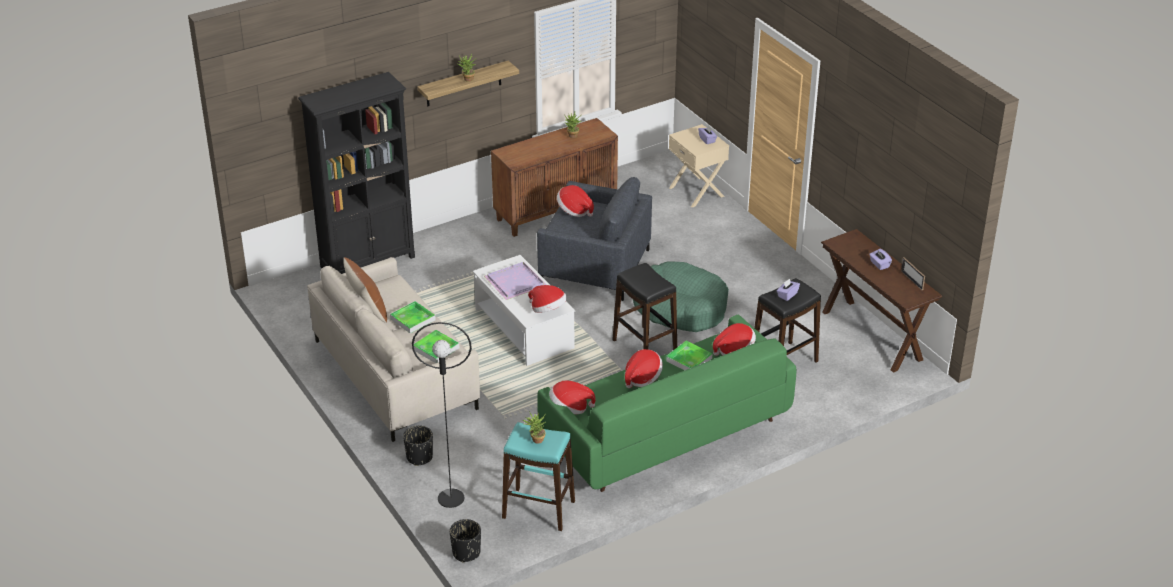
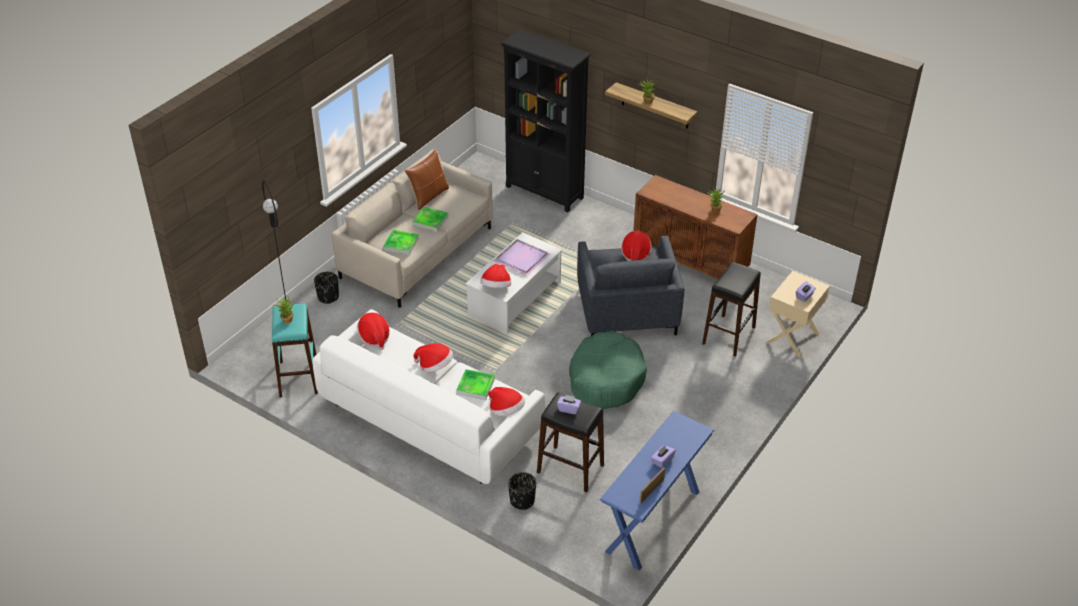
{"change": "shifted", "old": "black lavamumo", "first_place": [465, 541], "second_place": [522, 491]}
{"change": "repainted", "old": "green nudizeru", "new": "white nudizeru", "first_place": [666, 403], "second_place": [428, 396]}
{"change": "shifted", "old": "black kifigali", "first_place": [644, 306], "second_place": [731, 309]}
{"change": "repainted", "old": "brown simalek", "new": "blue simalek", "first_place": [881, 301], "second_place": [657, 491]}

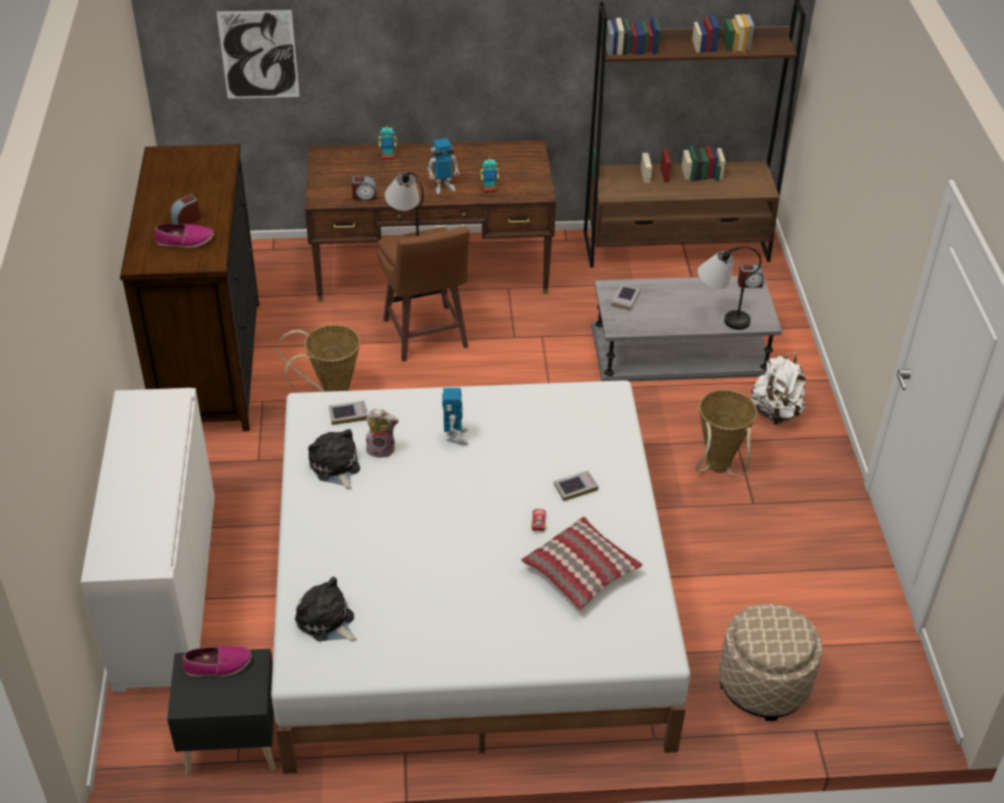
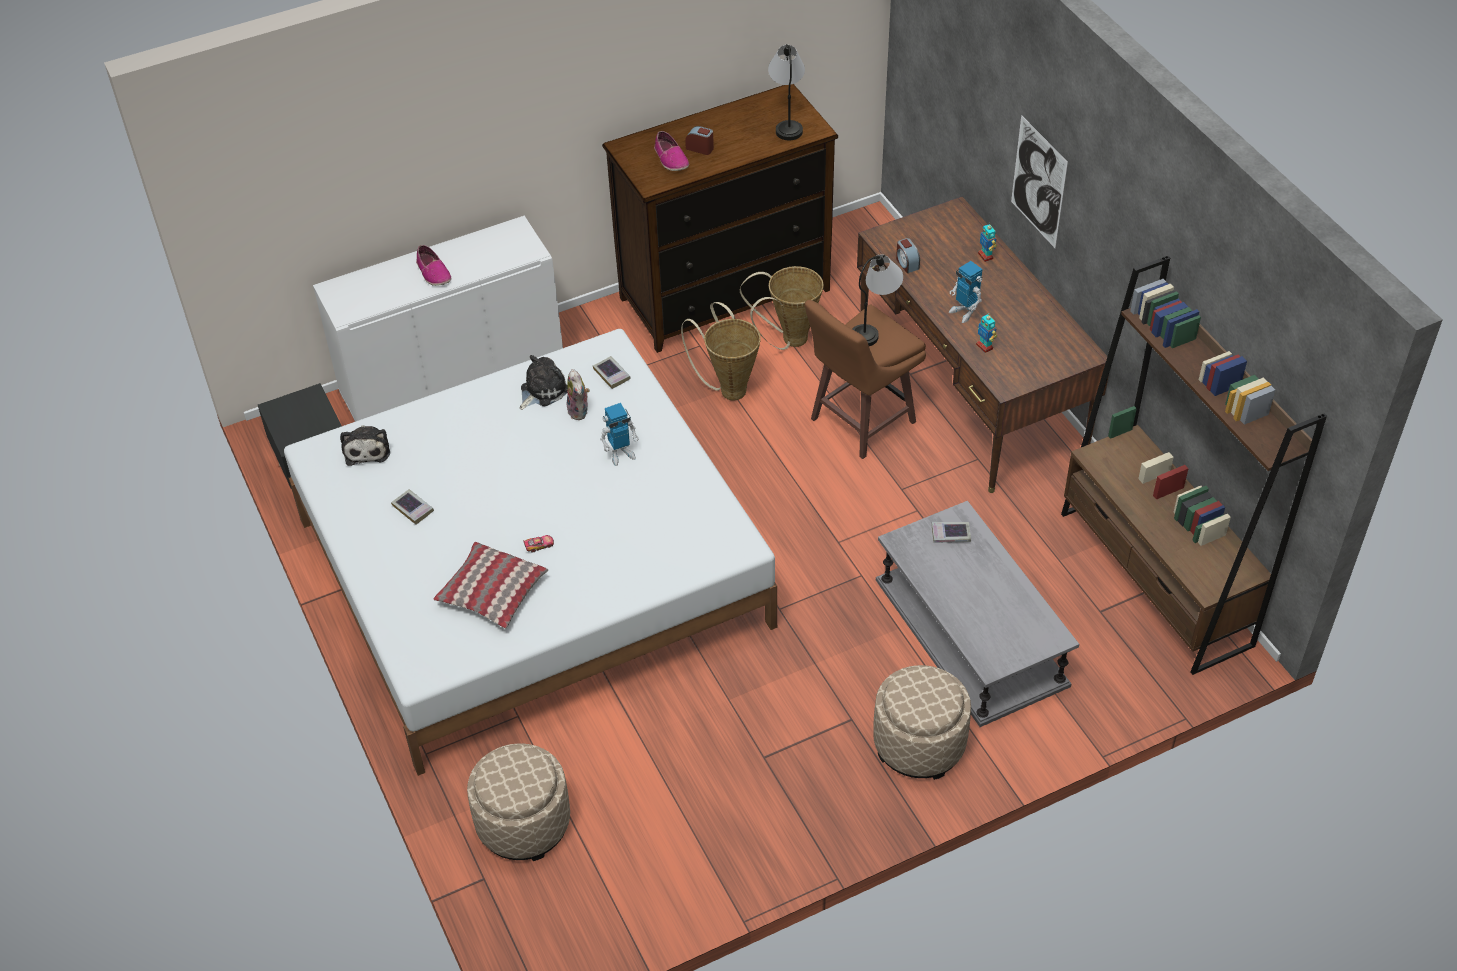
{"change": "shifted", "old": "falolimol", "first_place": [217, 661], "second_place": [433, 265]}
{"change": "shifted", "old": "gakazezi", "first_place": [258, 54], "second_place": [1039, 181]}
{"change": "rotated", "old": "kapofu", "first_place": [326, 609], "second_place": [365, 445], "degrees": 150}
{"change": "shifted", "old": "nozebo", "first_place": [576, 486], "second_place": [412, 507]}
{"change": "shifted", "old": "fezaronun", "first_place": [726, 432], "second_place": [782, 308]}
{"change": "shifted", "old": "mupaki", "first_place": [729, 288], "second_place": [786, 92]}
{"change": "gone", "old": "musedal", "first_place": [751, 276]}
{"change": "swapped", "old": "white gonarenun", "new": "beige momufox", "first_place": [778, 389], "second_place": [922, 722]}

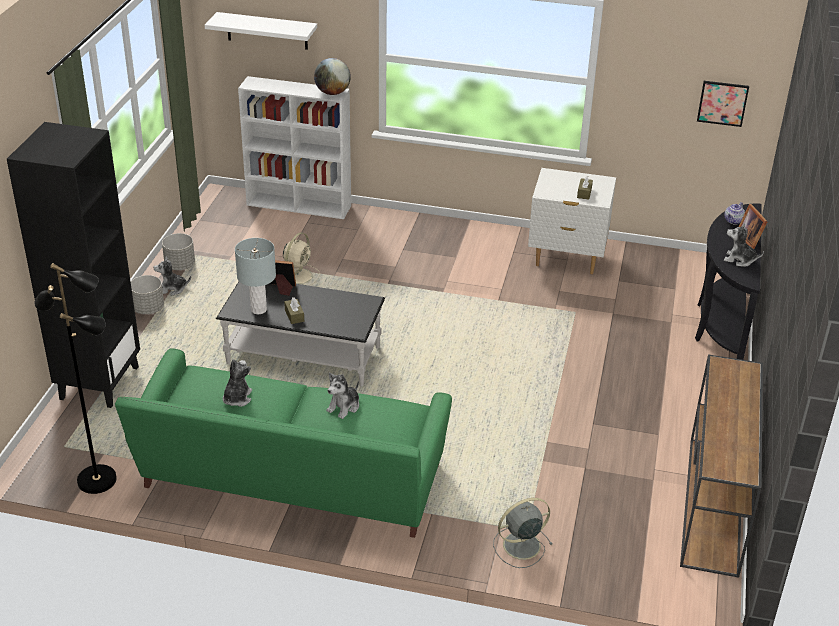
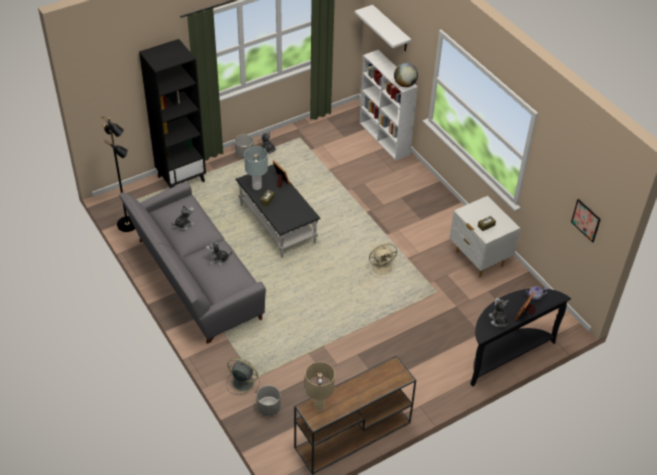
{"change": "repainted", "old": "green nudizeru", "new": "grey nudizeru", "first_place": [283, 443], "second_place": [192, 263]}
{"change": "shifted", "old": "grey lavamumo", "first_place": [178, 251], "second_place": [268, 401]}
{"change": "shifted", "old": "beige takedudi", "first_place": [300, 259], "second_place": [381, 261]}
{"change": "new", "new": "beige mupaki", "second_place": [320, 386]}

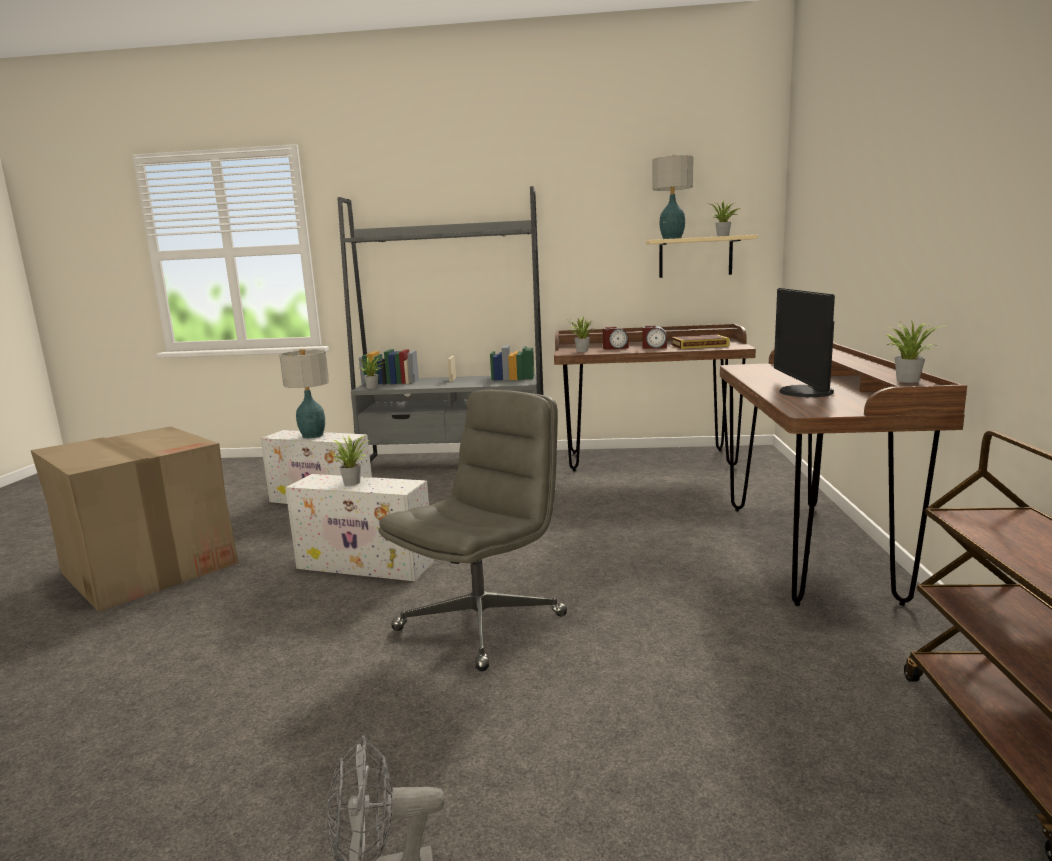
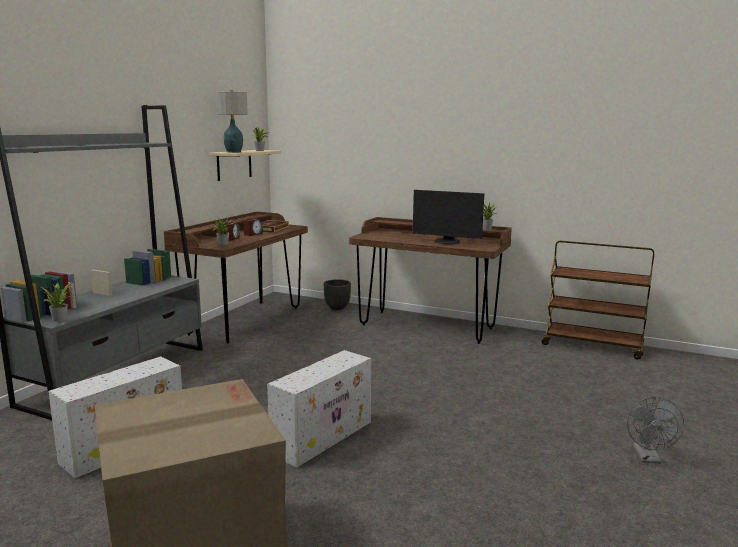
{"change": "gone", "old": "mupaki", "first_place": [304, 393]}
{"change": "gone", "old": "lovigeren", "first_place": [350, 460]}
{"change": "gone", "old": "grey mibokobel", "first_place": [472, 530]}
{"change": "new", "new": "black lavamumo", "second_place": [337, 294]}

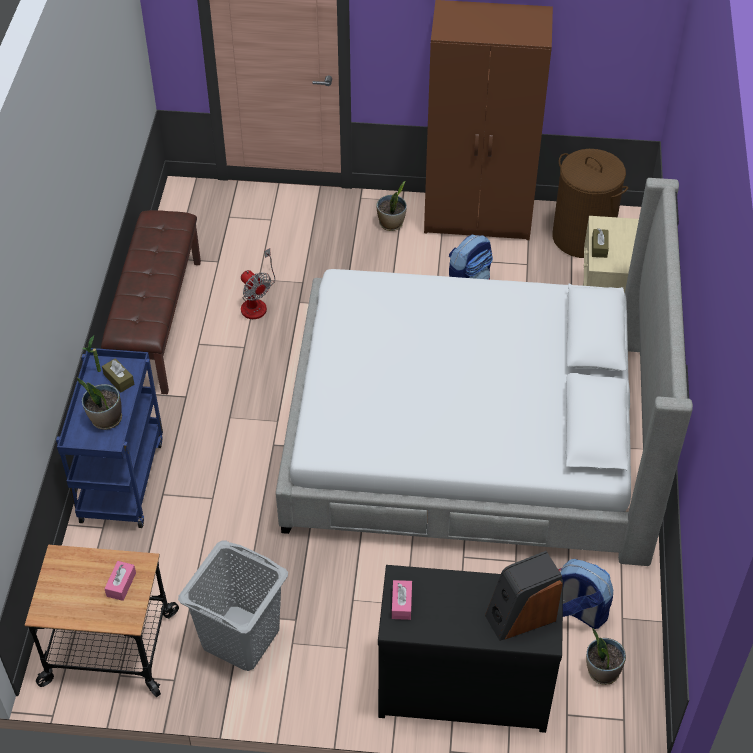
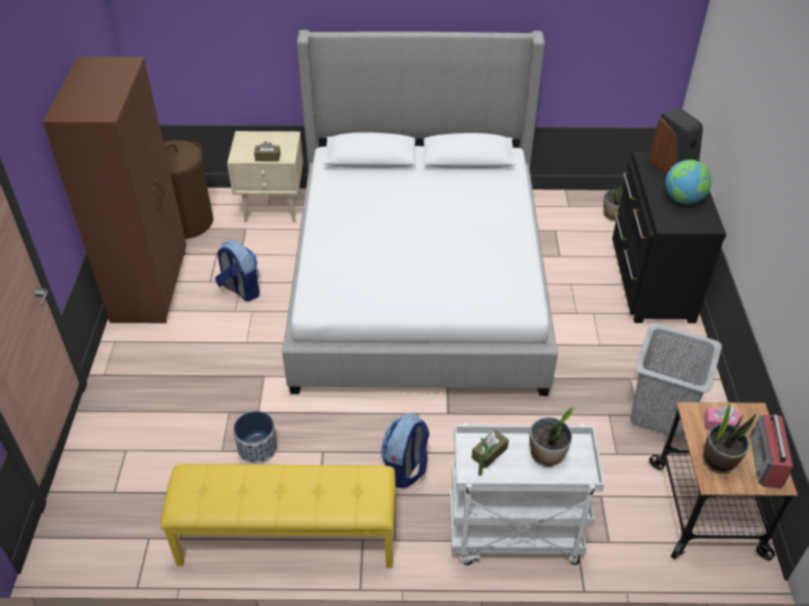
{"change": "repainted", "old": "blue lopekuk", "new": "white lopekuk", "first_place": [109, 438], "second_place": [527, 494]}
{"change": "repainted", "old": "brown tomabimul", "new": "yellow tomabimul", "first_place": [151, 302], "second_place": [278, 516]}
{"change": "swapped", "old": "takedudi", "new": "lavamumo", "first_place": [258, 283], "second_place": [255, 437]}
{"change": "shifted", "old": "lovigeren", "first_place": [391, 206], "second_place": [729, 437]}
{"change": "gone", "old": "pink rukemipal", "first_place": [402, 600]}
{"change": "shifted", "old": "gonarenun", "first_place": [586, 594], "second_place": [405, 450]}
{"change": "new", "new": "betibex", "second_place": [688, 182]}
{"change": "new", "new": "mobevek", "second_place": [772, 451]}

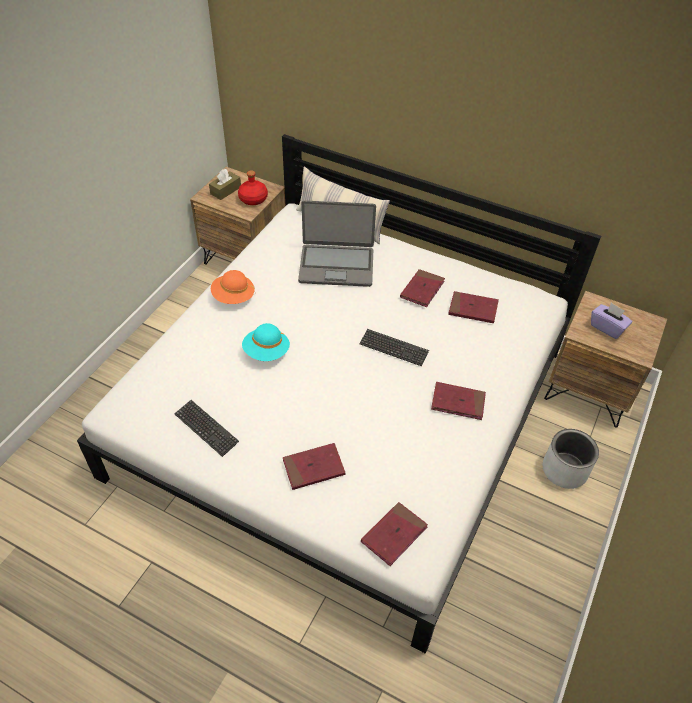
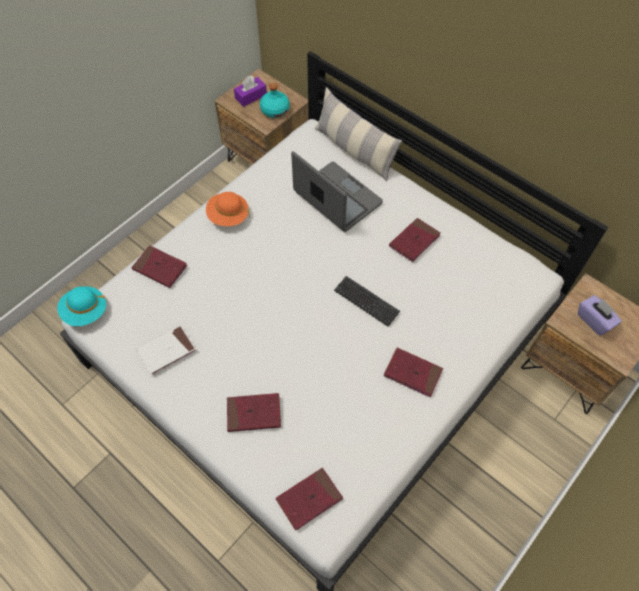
{"change": "swapped", "old": "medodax", "new": "white nozebo", "first_place": [206, 428], "second_place": [166, 351]}
{"change": "repainted", "old": "brown rukemipal", "new": "purple rukemipal", "first_place": [225, 184], "second_place": [250, 91]}
{"change": "repainted", "old": "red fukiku", "new": "turquoise fukiku", "first_place": [253, 187], "second_place": [275, 100]}
{"change": "shifted", "old": "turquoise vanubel", "first_place": [266, 342], "second_place": [82, 306]}
{"change": "rotated", "old": "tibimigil", "first_place": [337, 243], "second_place": [337, 191], "degrees": -150}
{"change": "shifted", "old": "red nozebo", "first_place": [473, 307], "second_place": [159, 266]}
{"change": "gone", "old": "grey lavamumo", "first_place": [571, 459]}

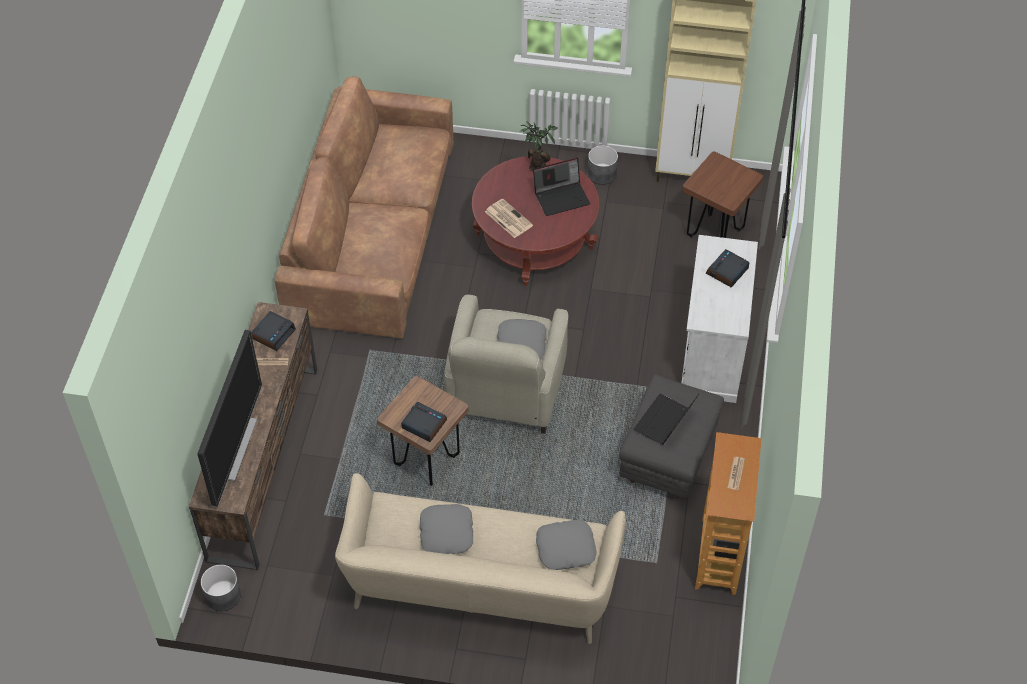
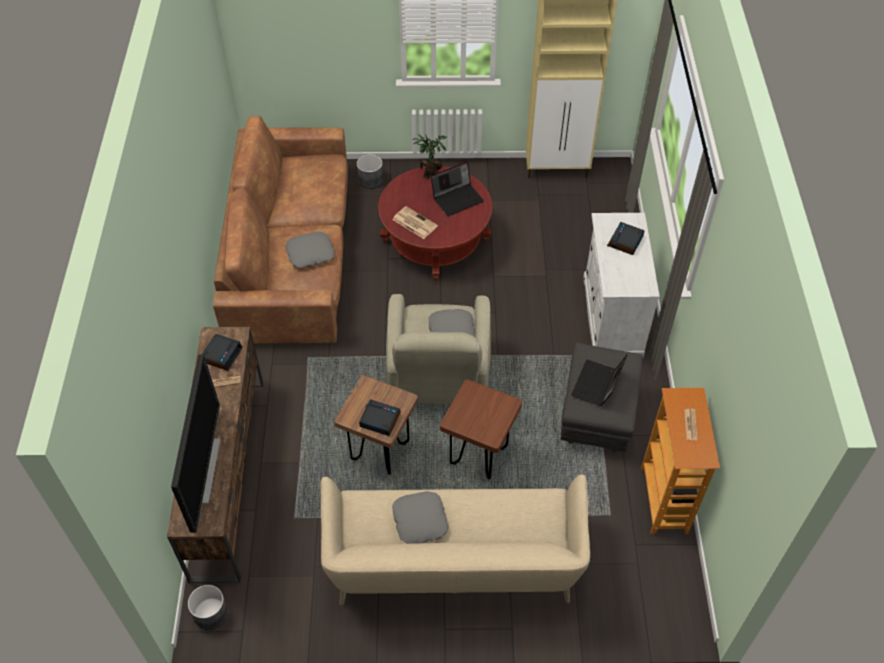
{"change": "shifted", "old": "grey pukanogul", "first_place": [566, 545], "second_place": [310, 249]}
{"change": "shifted", "old": "grey lavamumo", "first_place": [603, 165], "second_place": [370, 171]}
{"change": "shifted", "old": "brown kifigali", "first_place": [722, 194], "second_place": [481, 429]}

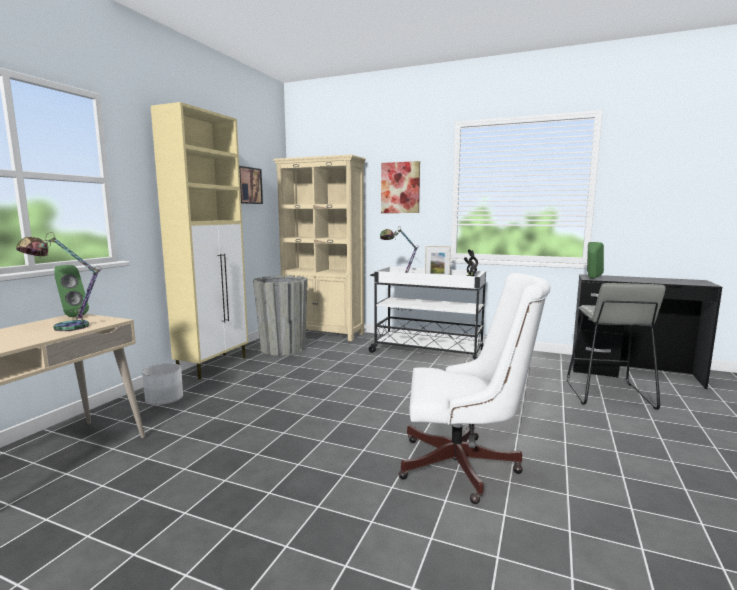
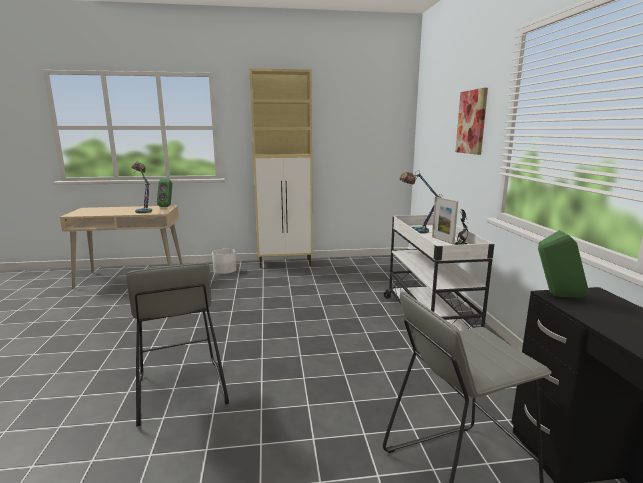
{"change": "gone", "old": "gakazezi", "first_place": [251, 185]}
{"change": "gone", "old": "grey lavamumo", "first_place": [280, 315]}
{"change": "gone", "old": "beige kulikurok", "first_place": [319, 247]}
{"change": "swapped", "old": "white mibokobel", "new": "grey kifigali", "first_place": [474, 388], "second_place": [177, 344]}

